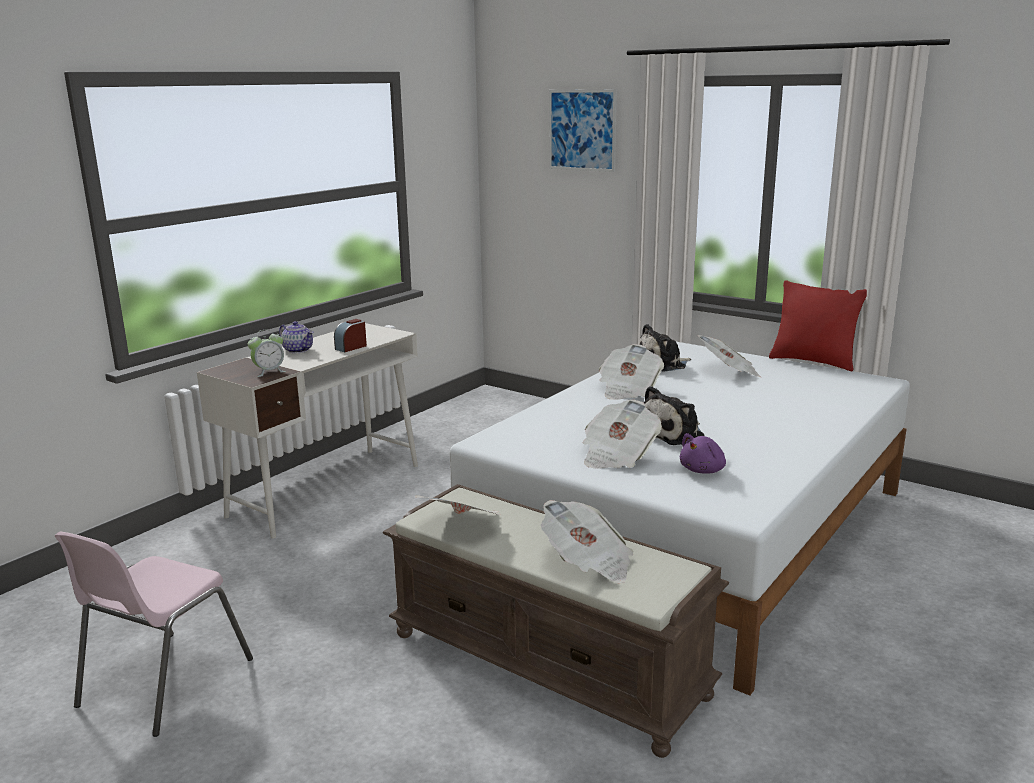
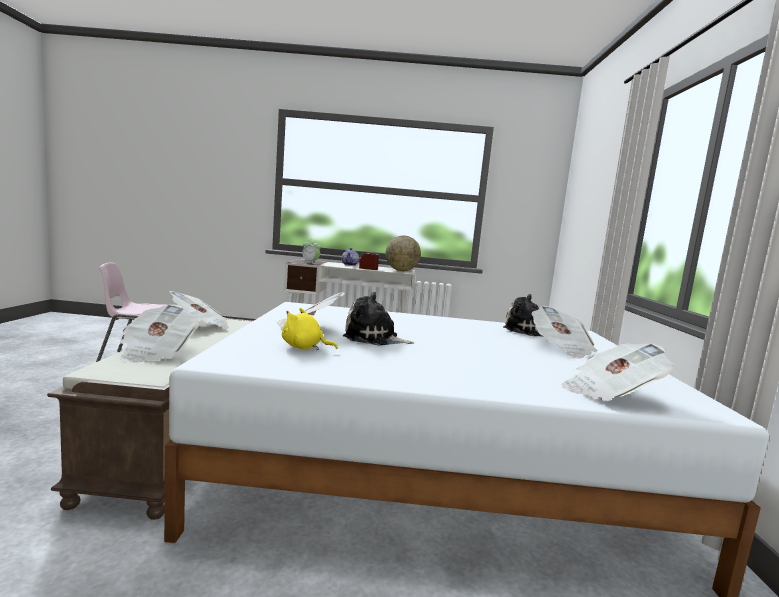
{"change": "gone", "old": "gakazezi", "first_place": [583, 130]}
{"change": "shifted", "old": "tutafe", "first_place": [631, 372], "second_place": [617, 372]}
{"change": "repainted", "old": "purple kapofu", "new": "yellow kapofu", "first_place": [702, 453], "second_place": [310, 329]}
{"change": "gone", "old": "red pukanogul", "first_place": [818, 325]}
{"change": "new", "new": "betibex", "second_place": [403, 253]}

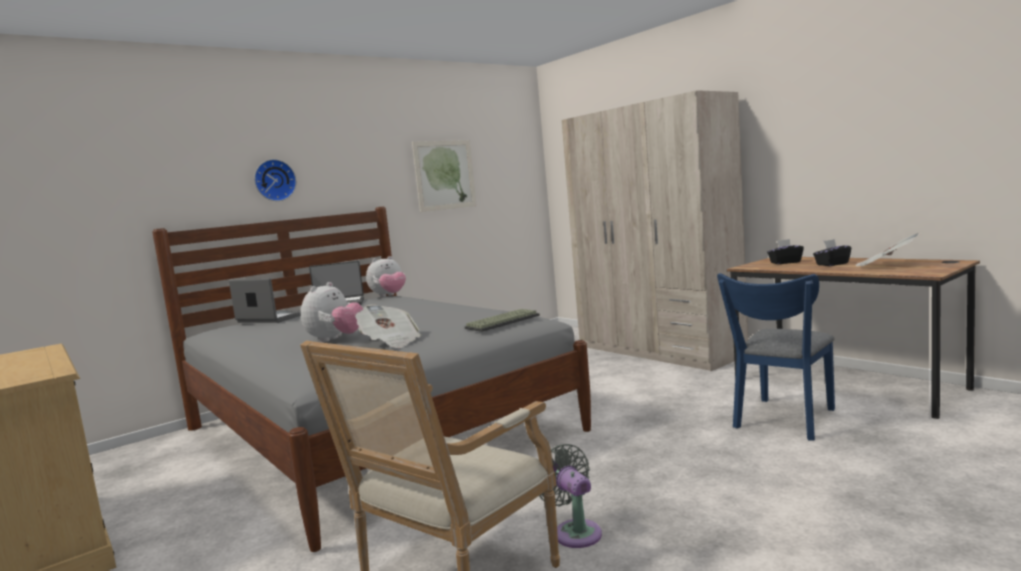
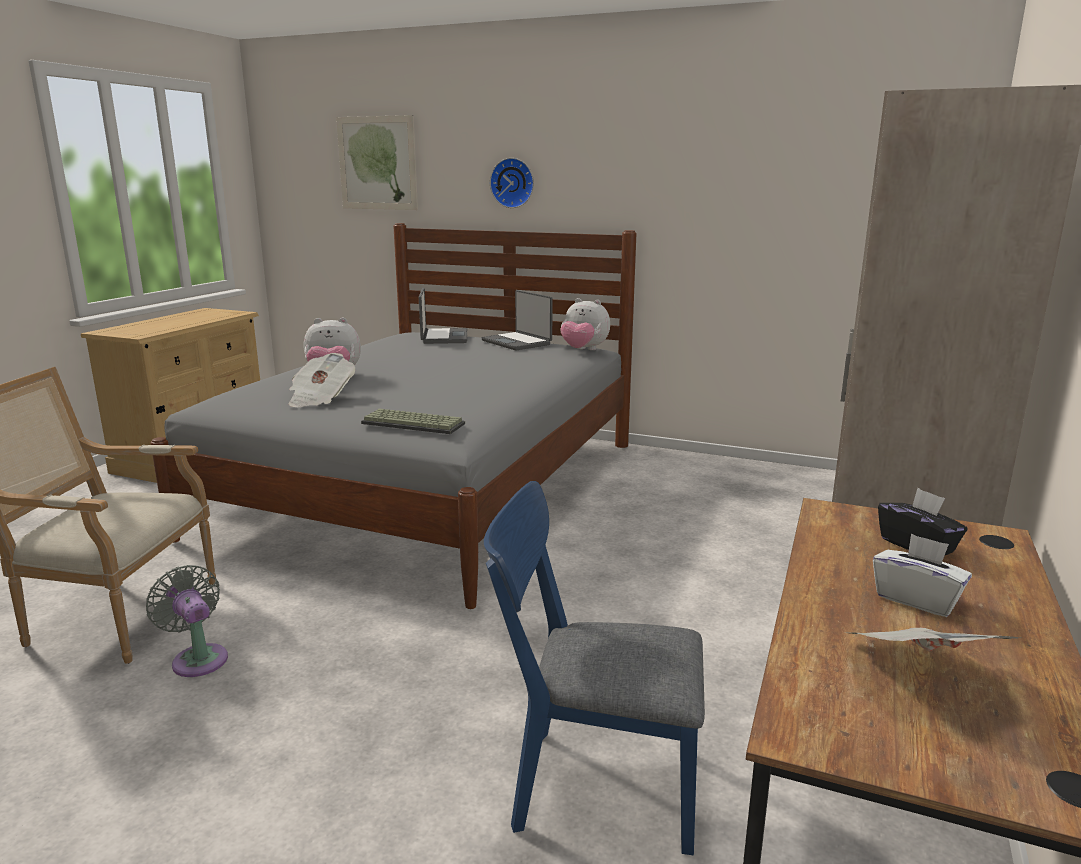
{"change": "shifted", "old": "gakazezi", "first_place": [444, 176], "second_place": [377, 162]}
{"change": "rotated", "old": "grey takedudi", "first_place": [570, 496], "second_place": [187, 621], "degrees": -75}
{"change": "repainted", "old": "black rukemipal", "new": "white rukemipal", "first_place": [832, 252], "second_place": [922, 575]}

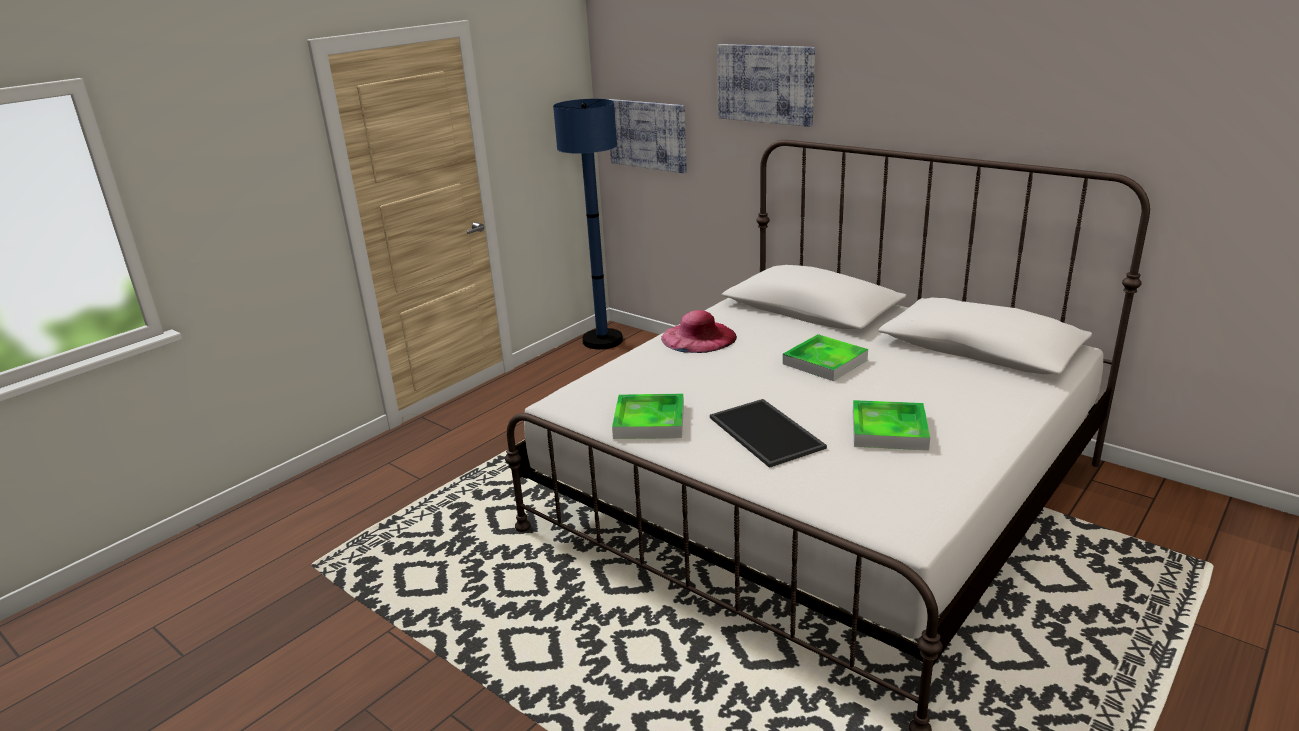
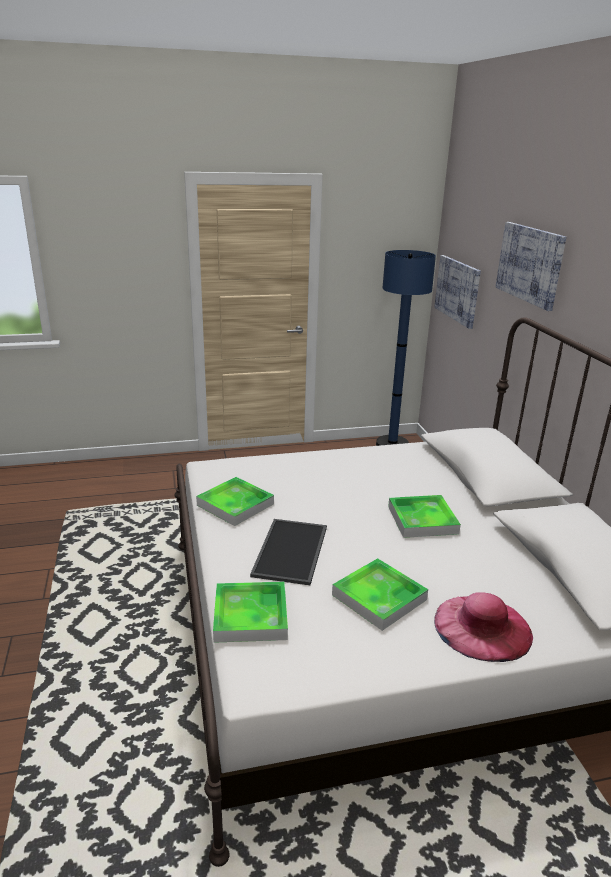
{"change": "shifted", "old": "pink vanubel", "first_place": [699, 331], "second_place": [483, 627]}
{"change": "new", "new": "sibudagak", "second_place": [250, 612]}

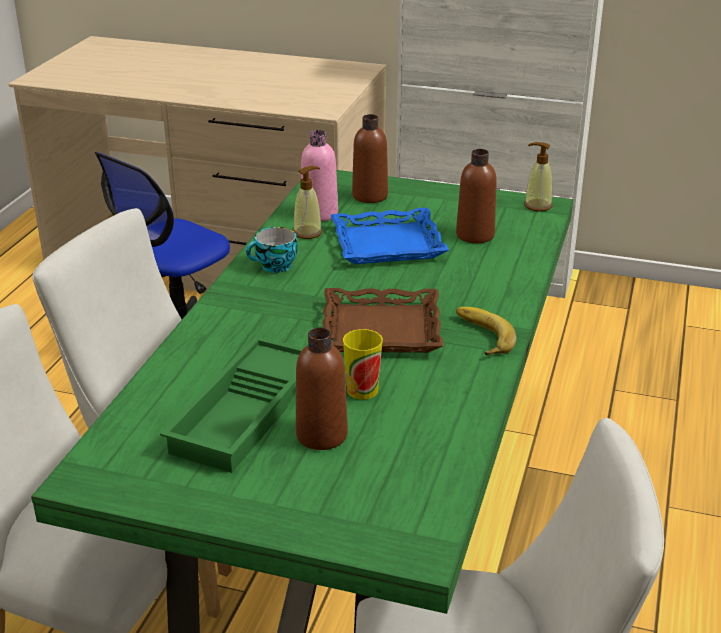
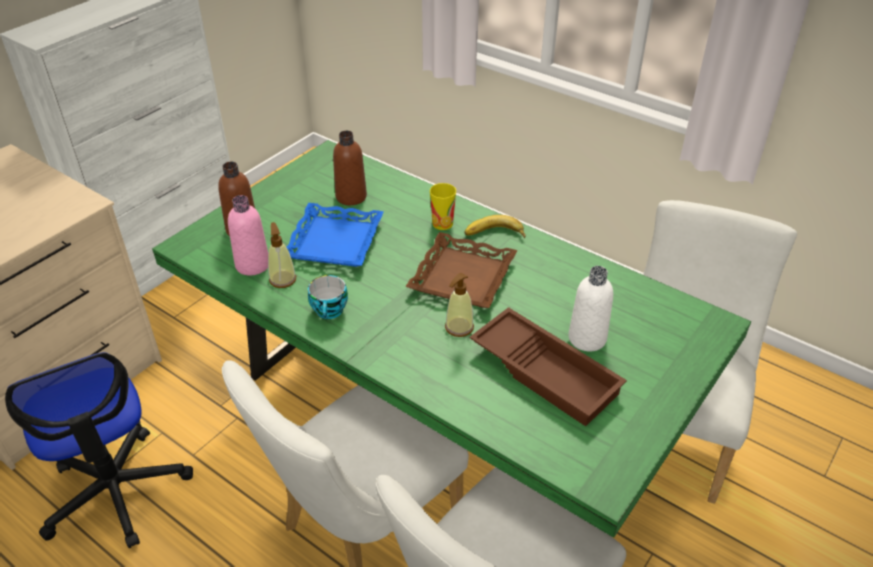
{"change": "repainted", "old": "green sibudagak", "new": "brown sibudagak", "first_place": [232, 404], "second_place": [548, 366]}
{"change": "repainted", "old": "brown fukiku", "new": "white fukiku", "first_place": [322, 389], "second_place": [590, 309]}
{"change": "shifted", "old": "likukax", "first_place": [363, 364], "second_place": [443, 206]}
{"change": "shifted", "old": "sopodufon", "first_place": [538, 176], "second_place": [459, 305]}

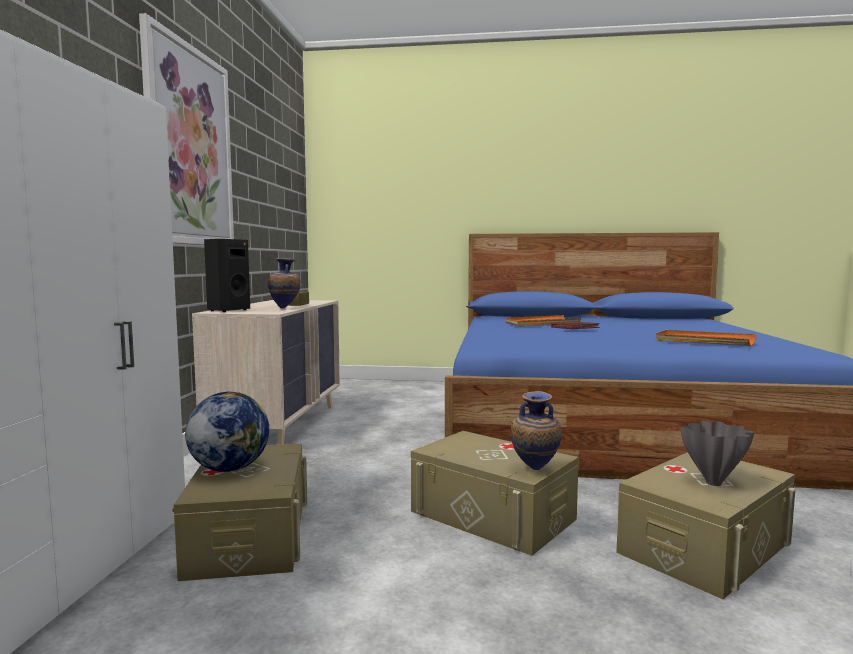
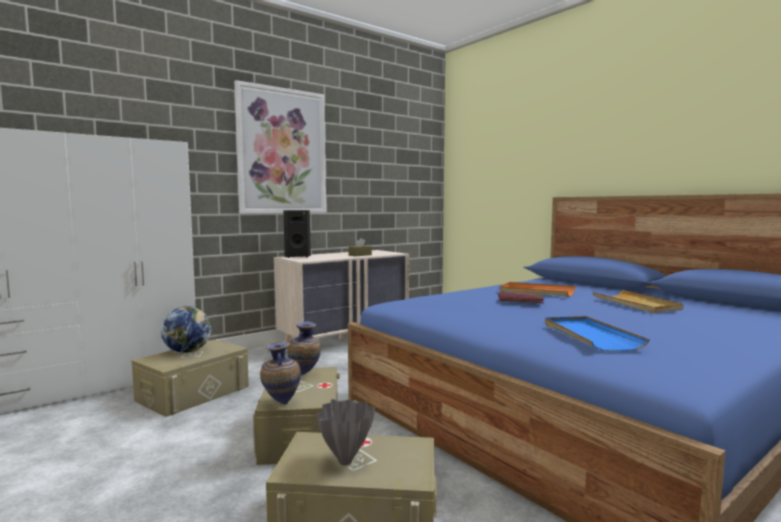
{"change": "shifted", "old": "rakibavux", "first_place": [284, 283], "second_place": [304, 348]}
{"change": "repainted", "old": "orange sibudagak", "new": "blue sibudagak", "first_place": [706, 338], "second_place": [597, 333]}
{"change": "new", "new": "beige sibudagak", "second_place": [638, 301]}

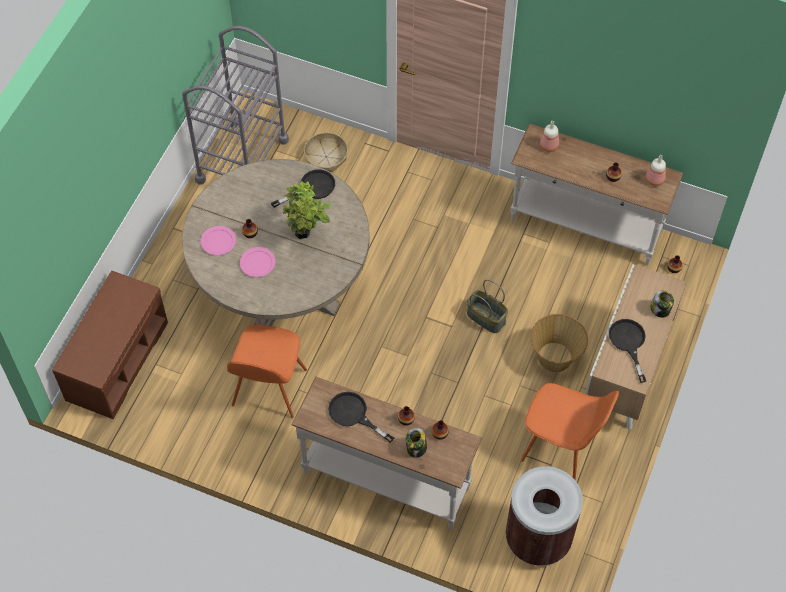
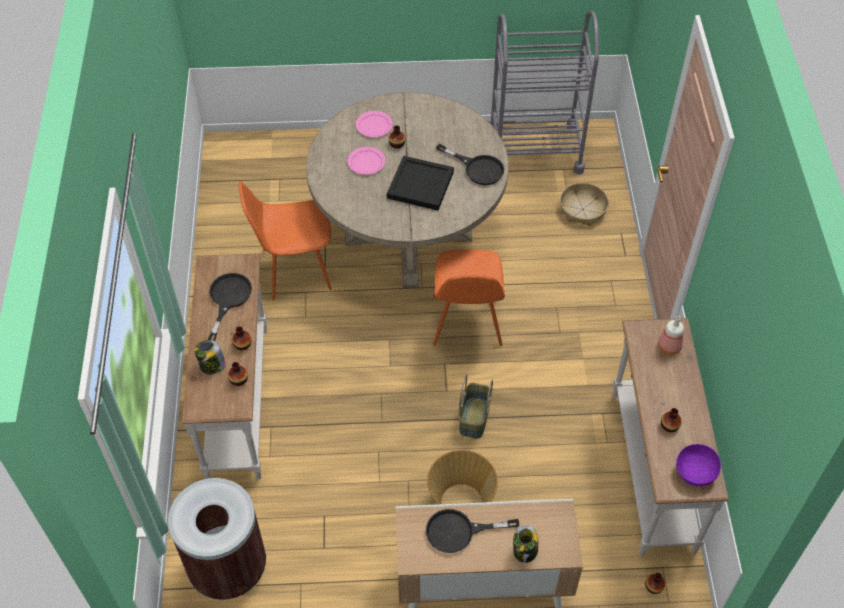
{"change": "gone", "old": "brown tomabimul", "first_place": [110, 345]}
{"change": "swapped", "old": "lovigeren", "new": "black sibudagak", "first_place": [307, 210], "second_place": [420, 183]}
{"change": "shifted", "old": "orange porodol", "first_place": [570, 432], "second_place": [469, 297]}
{"change": "rotated", "old": "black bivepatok", "first_place": [627, 351], "second_place": [472, 531], "degrees": -150}
{"change": "swapped", "old": "fukiku", "new": "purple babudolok", "first_place": [656, 170], "second_place": [698, 465]}

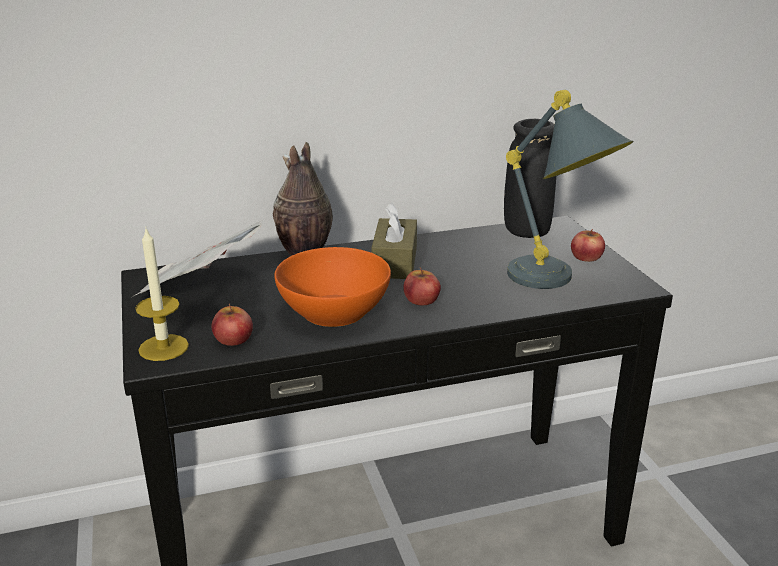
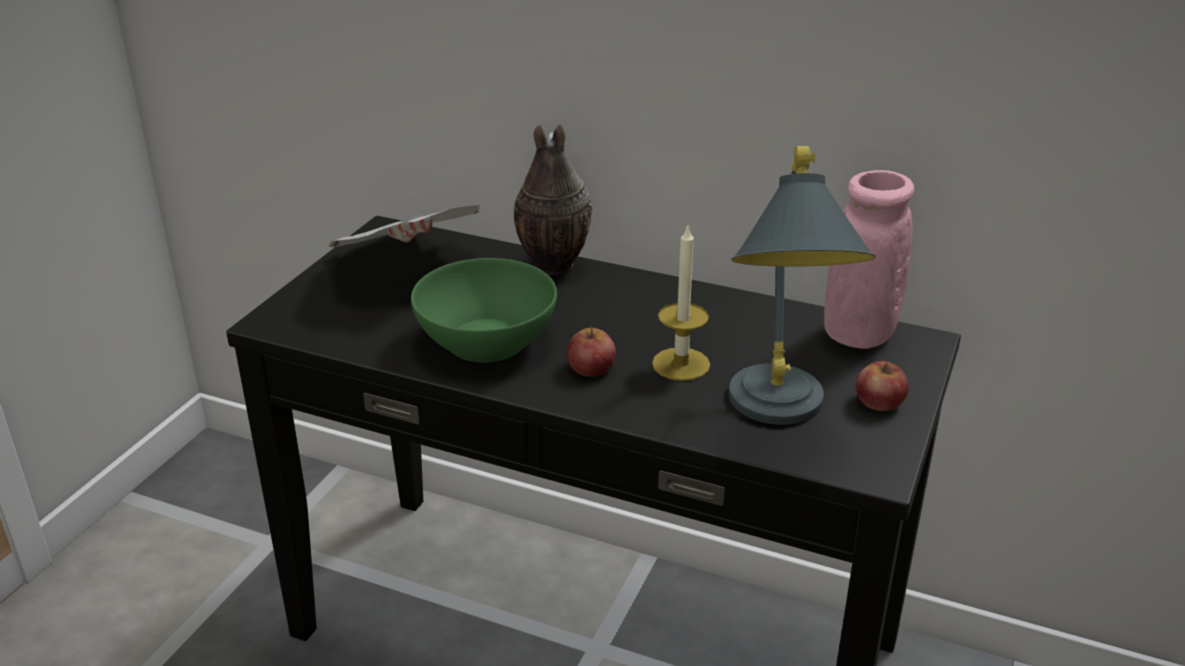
{"change": "shifted", "old": "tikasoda", "first_place": [162, 295], "second_place": [681, 303]}
{"change": "gone", "old": "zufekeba", "first_place": [232, 325]}
{"change": "repainted", "old": "orange babudolok", "new": "green babudolok", "first_place": [332, 287], "second_place": [484, 310]}
{"change": "gone", "old": "brown rukemipal", "first_place": [394, 241]}
{"change": "repainted", "old": "black rakibavux", "new": "pink rakibavux", "first_place": [530, 178], "second_place": [869, 259]}

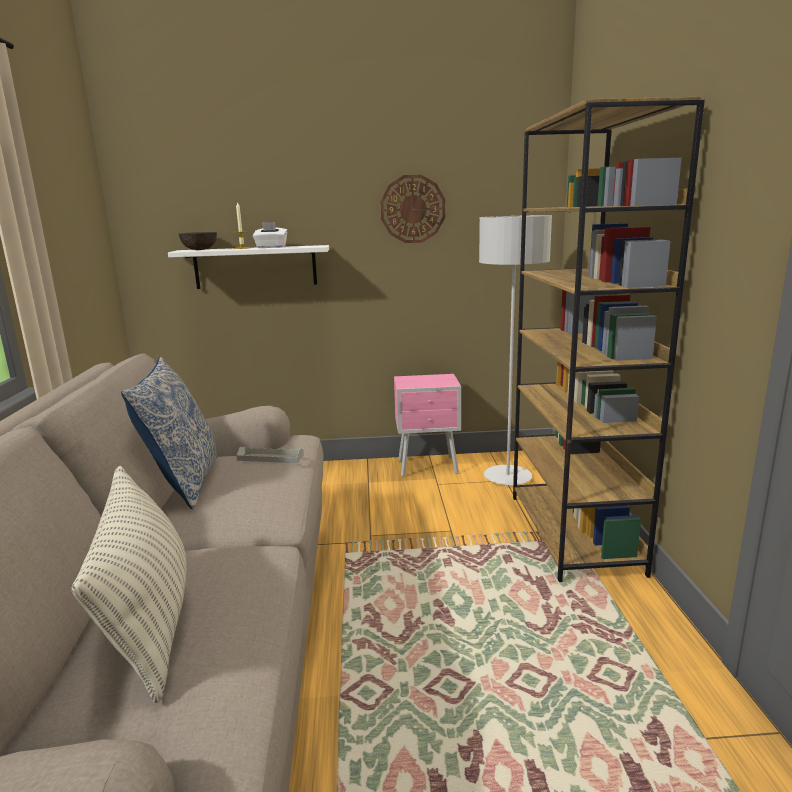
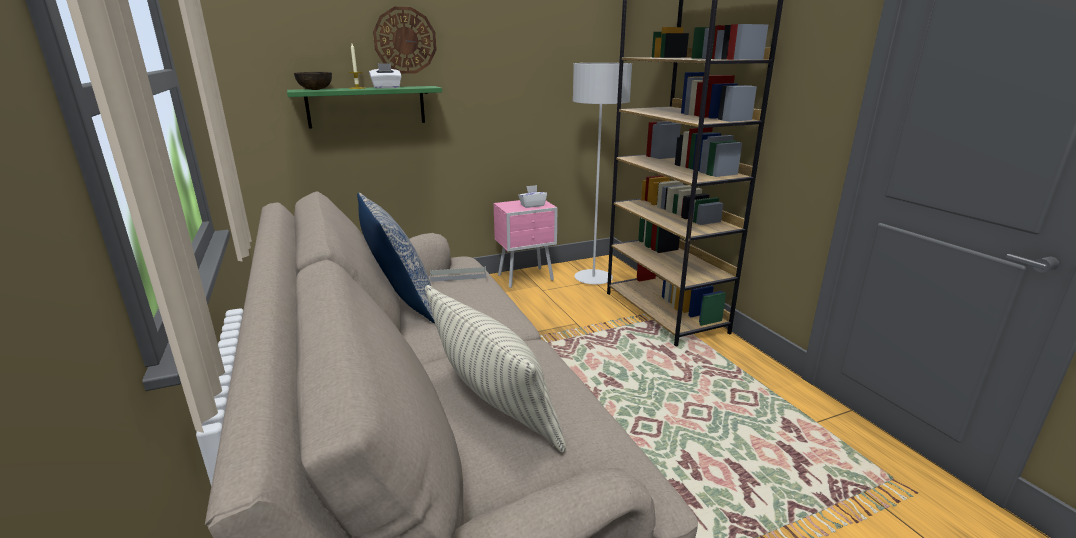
{"change": "repainted", "old": "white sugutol", "new": "green sugutol", "first_place": [248, 267], "second_place": [364, 107]}
{"change": "shifted", "old": "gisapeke", "first_place": [412, 209], "second_place": [405, 40]}
{"change": "new", "new": "white rukemipal", "second_place": [532, 196]}

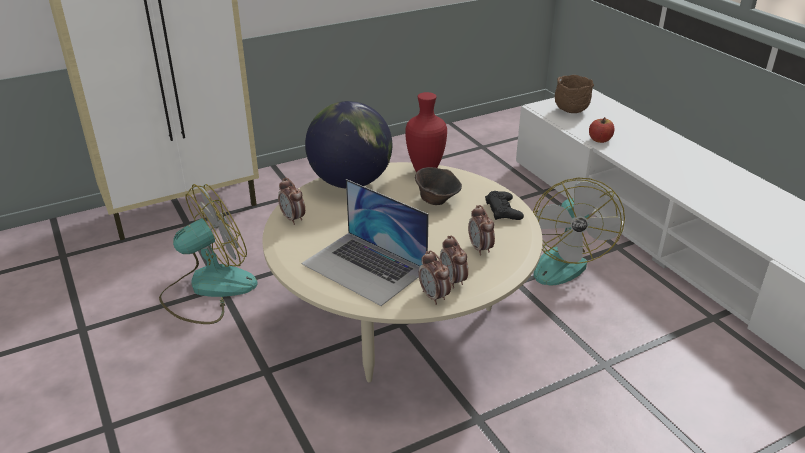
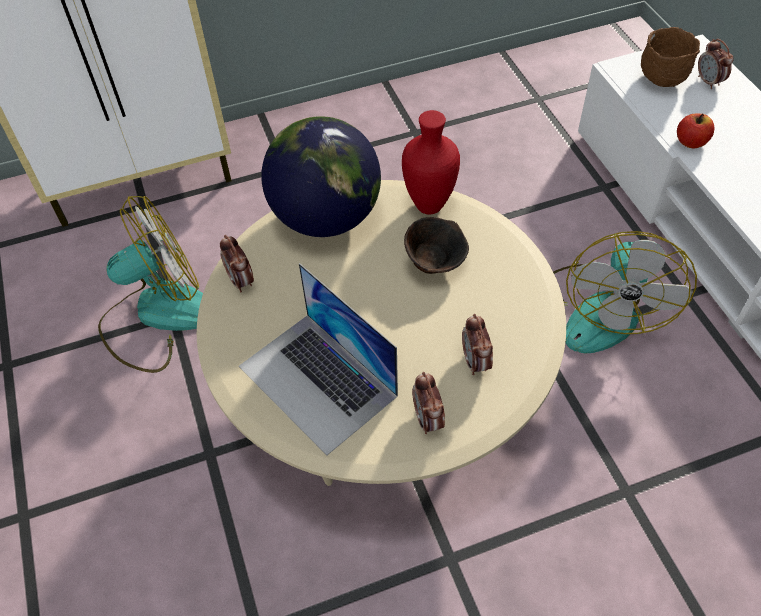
{"change": "shifted", "old": "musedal", "first_place": [435, 278], "second_place": [716, 64]}
{"change": "gone", "old": "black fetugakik", "first_place": [504, 205]}

